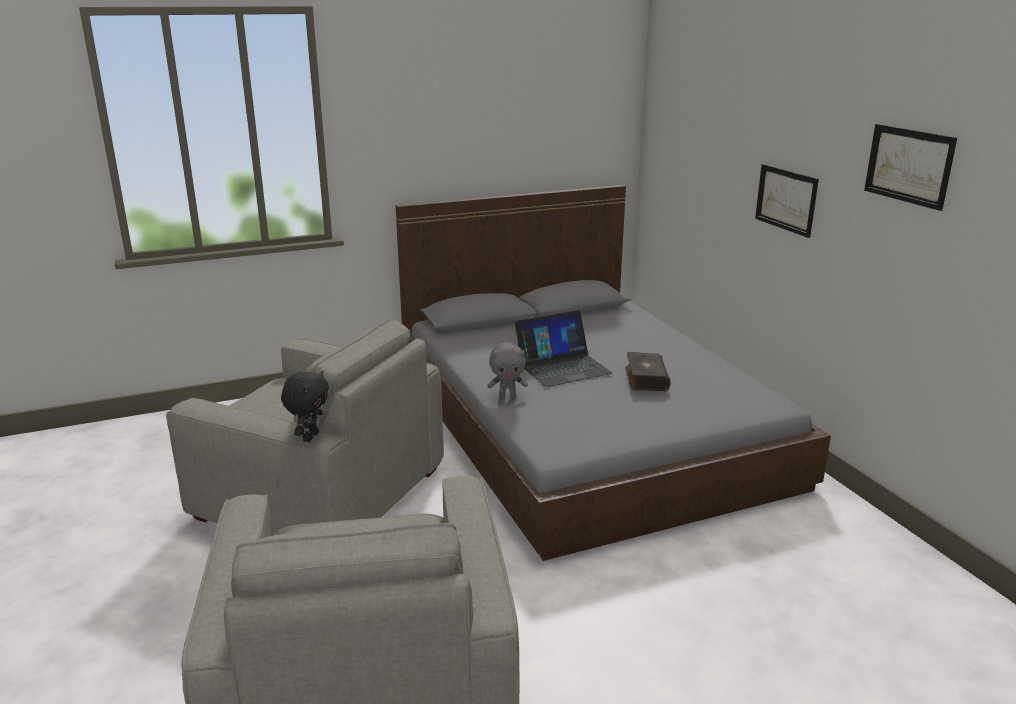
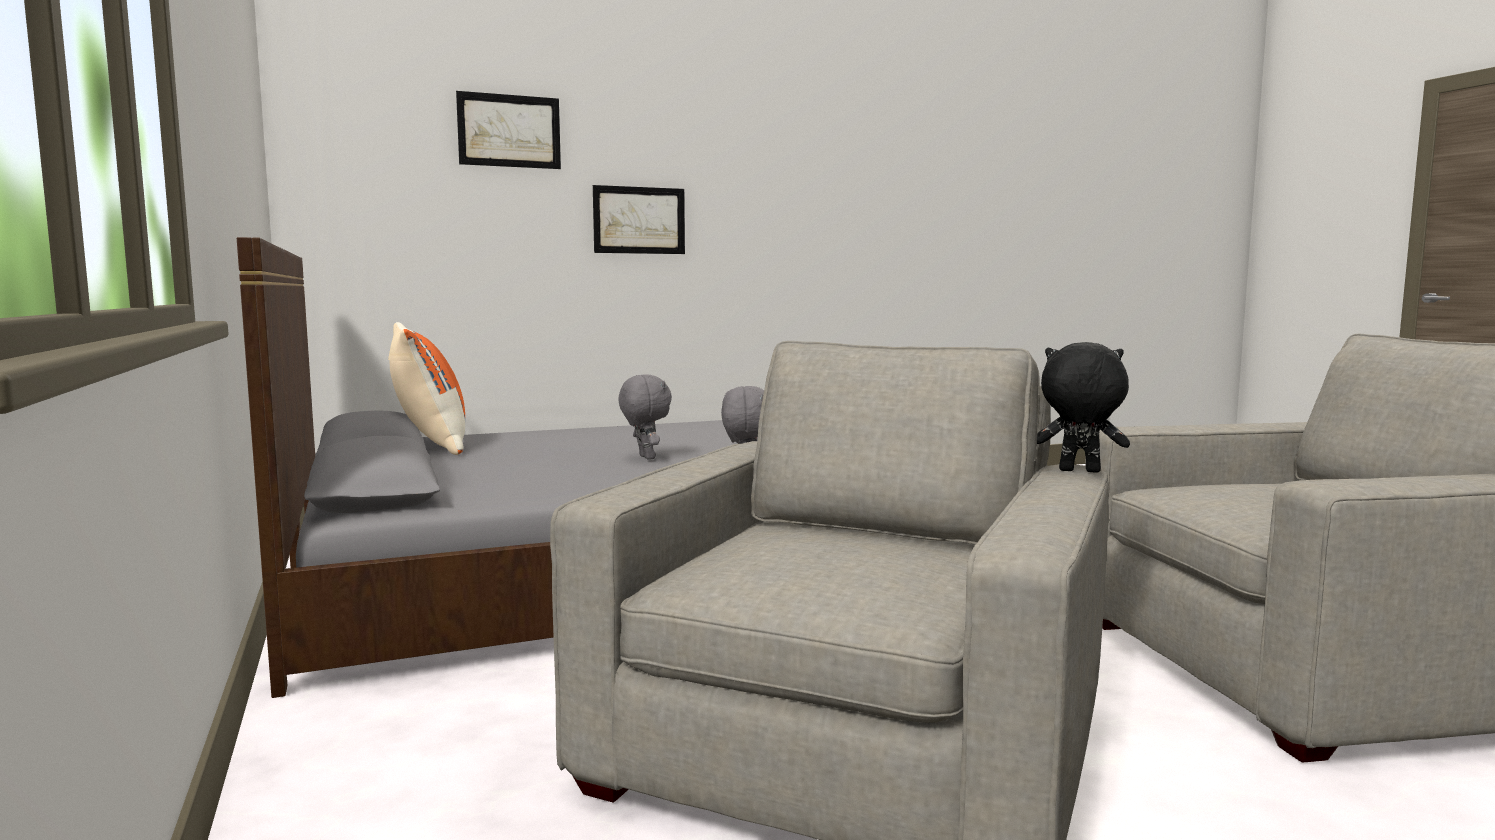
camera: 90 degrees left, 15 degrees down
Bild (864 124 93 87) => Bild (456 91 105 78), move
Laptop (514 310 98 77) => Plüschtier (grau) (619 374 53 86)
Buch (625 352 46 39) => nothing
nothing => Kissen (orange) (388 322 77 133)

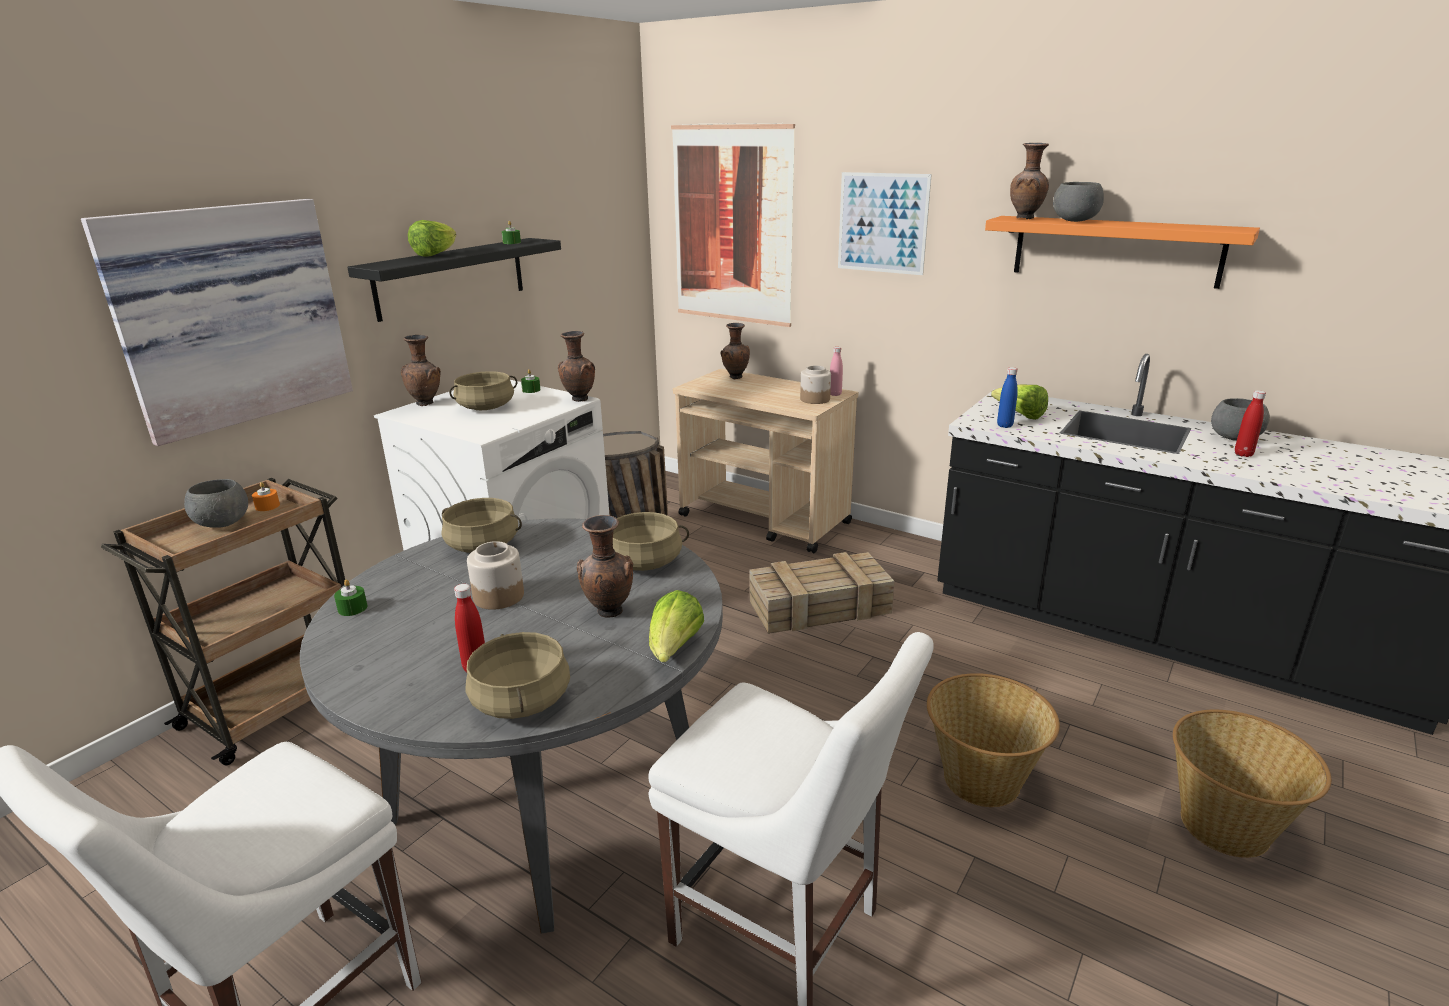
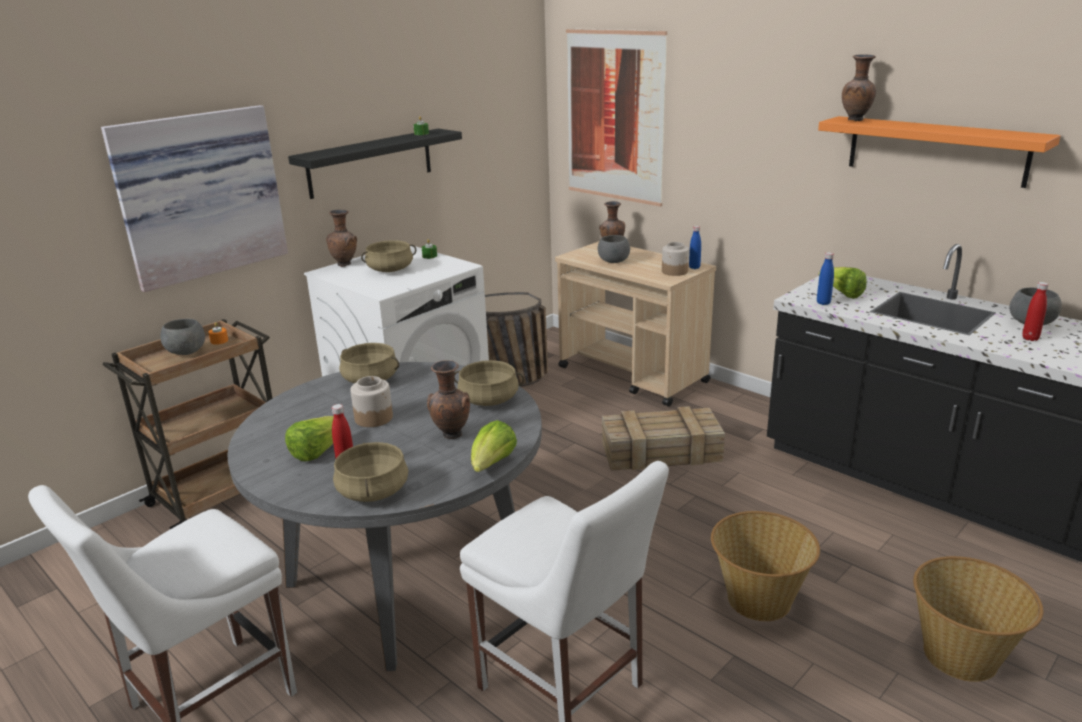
camera: 10 degrees right, 0 degrees up
Bild (838 172 94 103) => nothing
Schüssel (grau) (1053 182 51 40) => Schüssel (grau) (598 235 32 28), move
Salatkopf (408 220 48 36) => Salatkopf (285 416 49 46), move
Vase (braun) (558 331 37 71) => nothing
Flasche (rosa) (830 347 13 49) => Flasche (blau) (689 226 12 43)
Kerze (grün) (334 579 34 37) => nothing

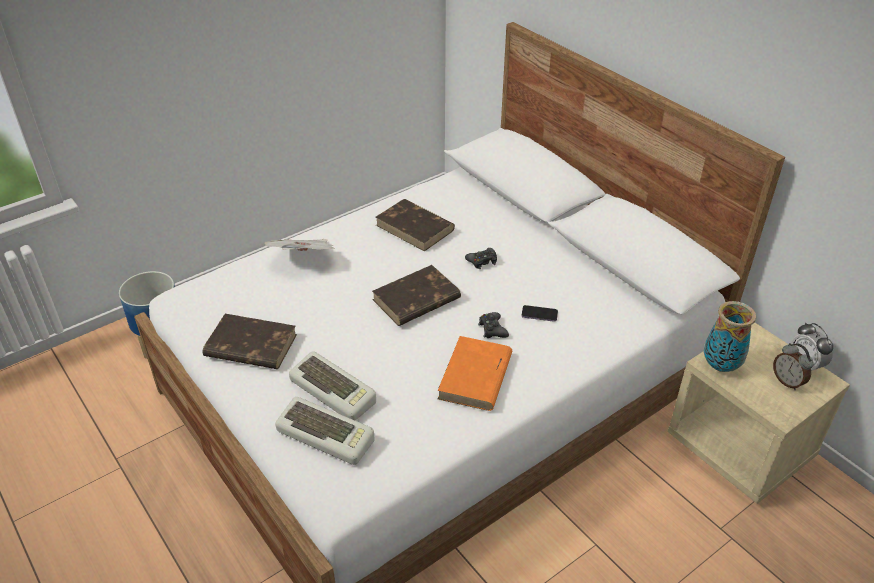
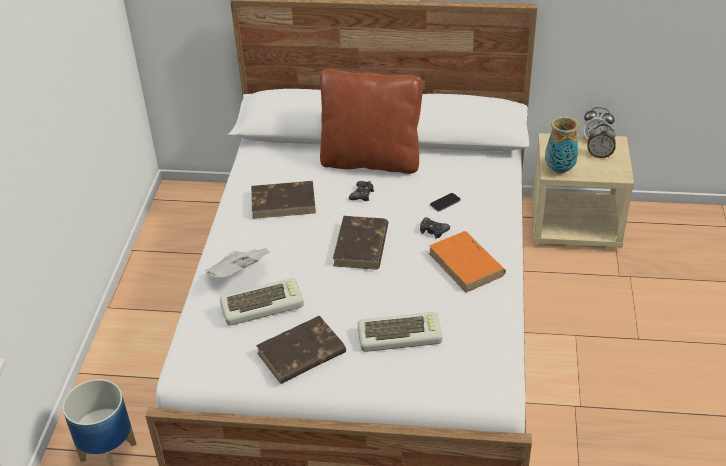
camera: 45 degrees left, 0 degrees up
Tastatur (275 397 100 68) => Tastatur (220 278 84 48), move
nothing => Kissen (braun) (320 69 102 105)

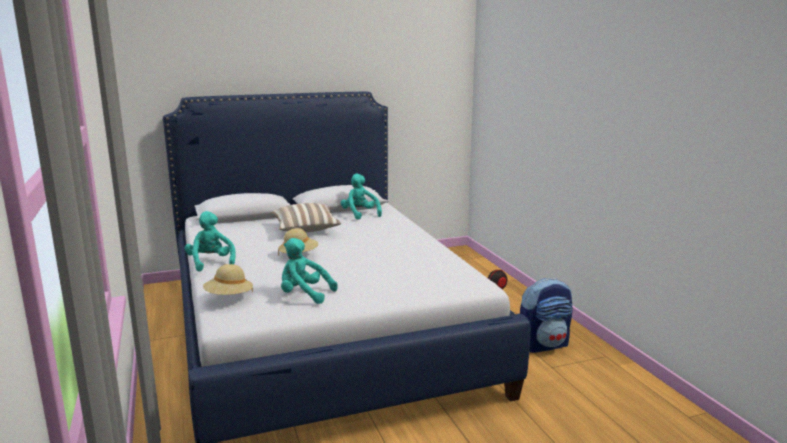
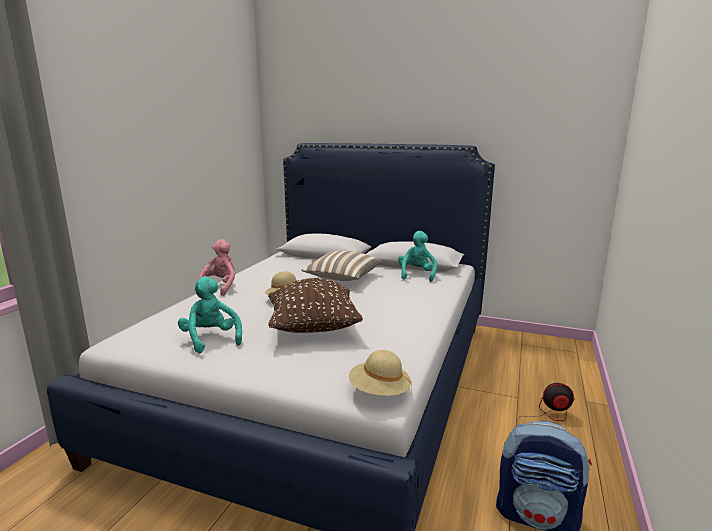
camera: 40 degrees right, 0 degrees up
Plüschtier (türkis) (185 211 51 61) => Plüschtier (rosa) (195 239 40 57)
Hut (beige) (203 264 50 31) => Hut (beige) (349 350 62 46), move
nothing => Kissen (braun) (268 278 95 55)

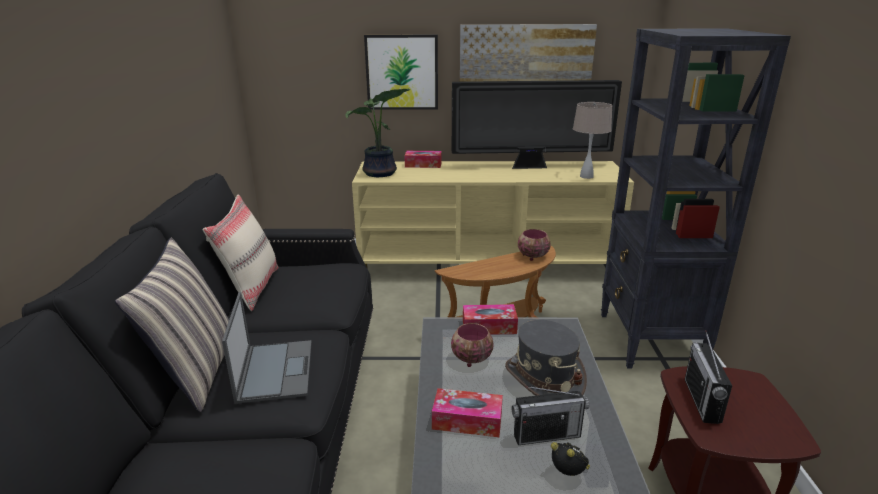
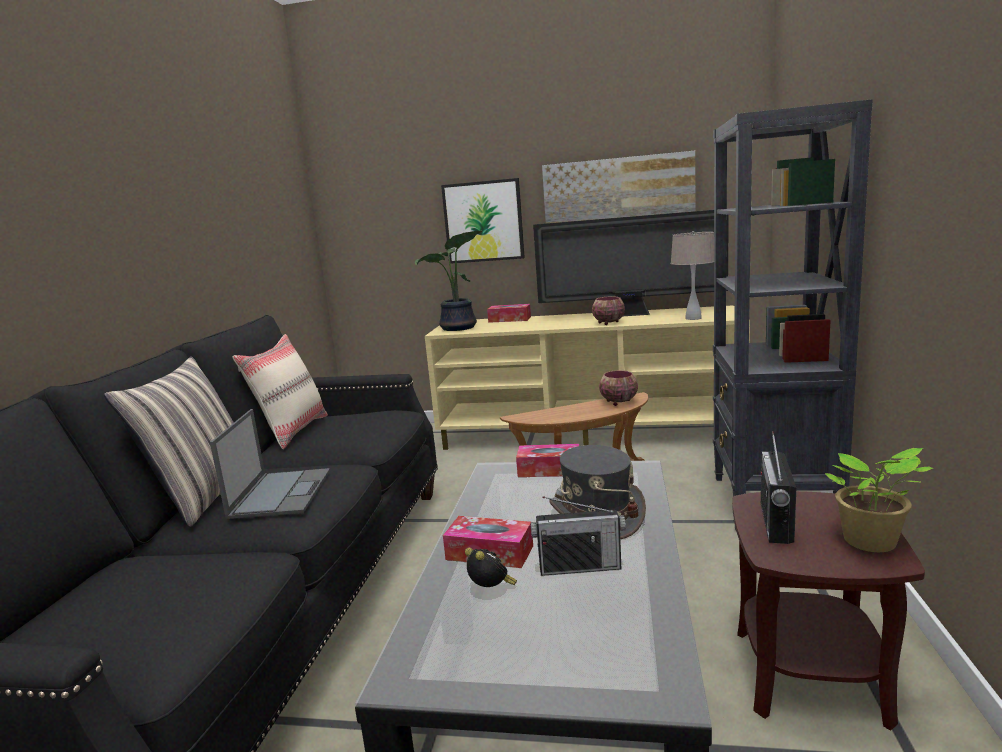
camera: 10 degrees right, 10 degrees down
Schüssel (451 323 42 44) => Schüssel (592 296 33 29), move
Wecker (551 442 39 34) => Wecker (465 548 52 39), move
nothing => Topfpflanze (825 448 107 104)

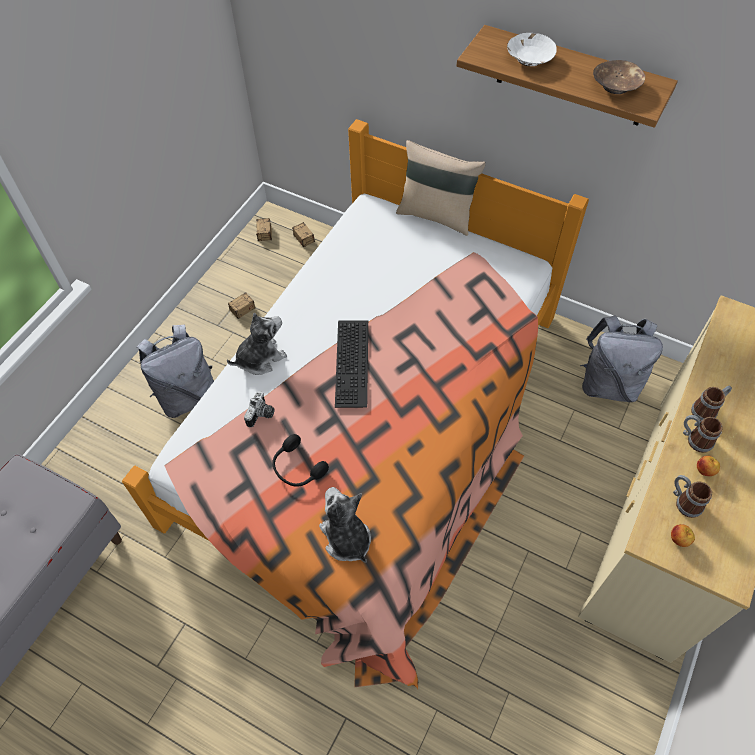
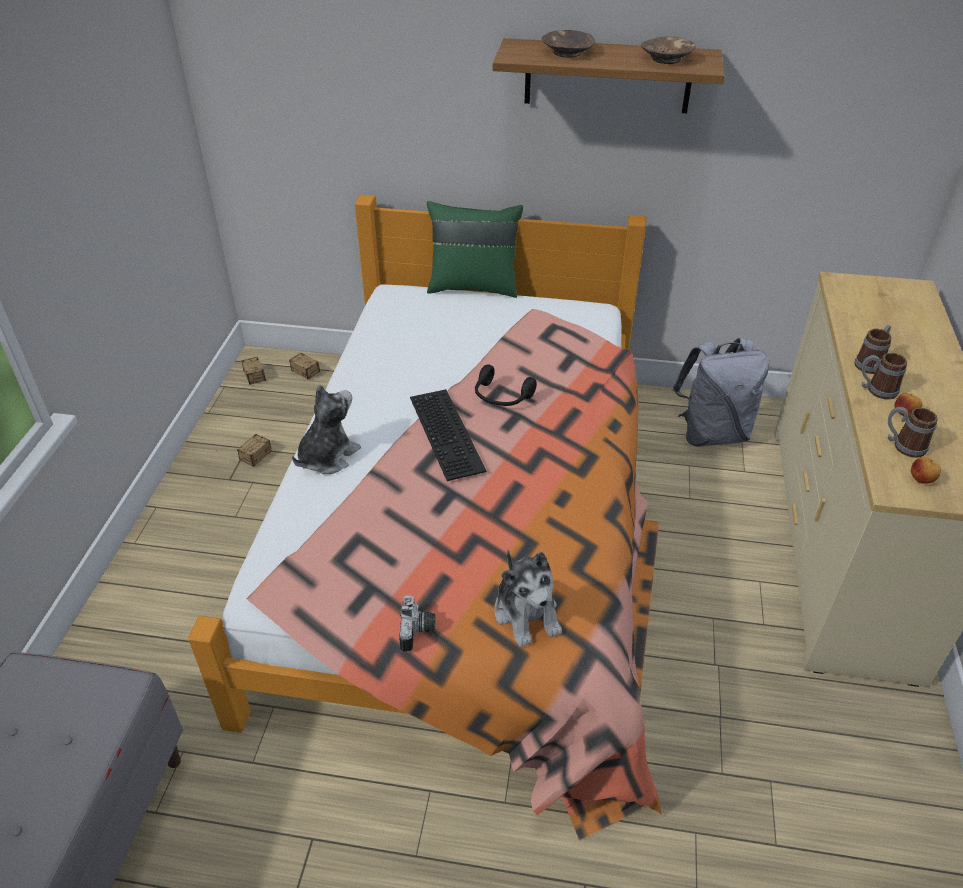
camera: 20 degrees left, 15 degrees down
Schüssel (weiß) (507 33 50 33) => Schüssel (braun) (542 30 53 28)
Kissen (beige) (396 140 90 96) => Kissen (grün) (427 201 96 97)
Rucksack (grau) (137 325 77 93) => nothing
Kamera (244 391 31 37) => Kamera (399 595 36 57), move
Kopfhörer (schwarz) (272 434 57 53) => Kopfhörer (schwarz) (475 364 62 42), move
Plüschtier (319 487 52 76) => Plüschtier (494 550 68 97), 150 degrees counterclockwise

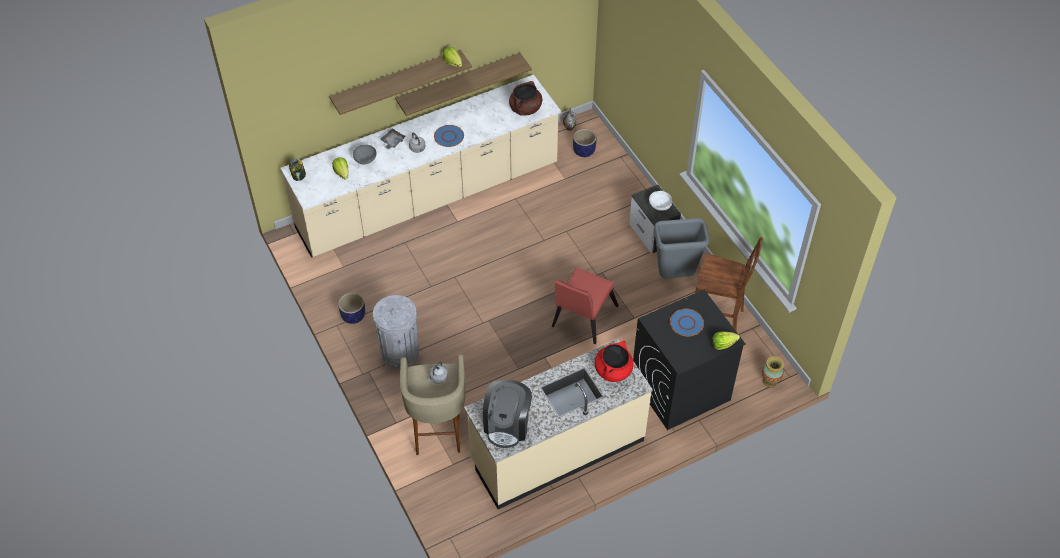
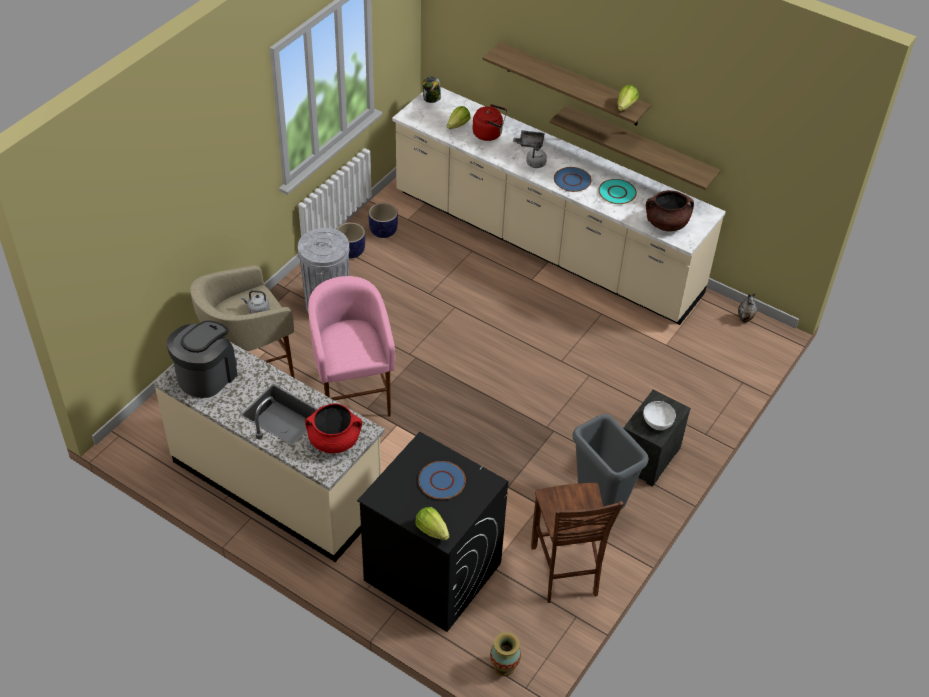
camera: 60 degrees right, 5 degrees down
Pflanzkübel (573 129 23 28) => Pflanzkübel (368 203 30 35), move
Schüssel (grau) (353 144 23 20) => Wasserkessel (rot) (472 104 35 37)
Stuhl (rot) (552 268 67 76) => nothing
Kaffeemaschine (483 379 49 69) => Kaffeemaschine (167 321 71 77), 135 degrees clockwise
nothing => Teller (türkis) (598 179 39 25)
nothing => Hocker (rosa) (308 276 87 141)

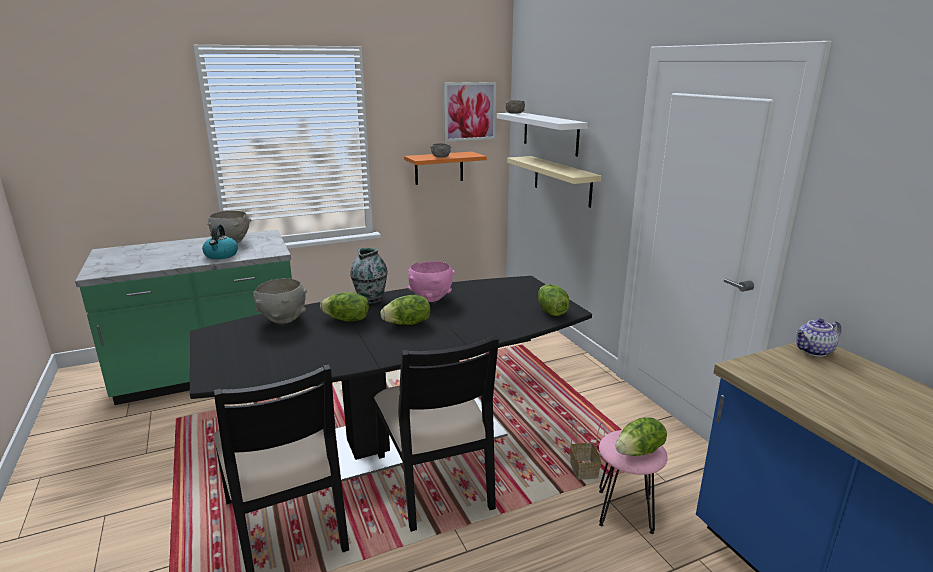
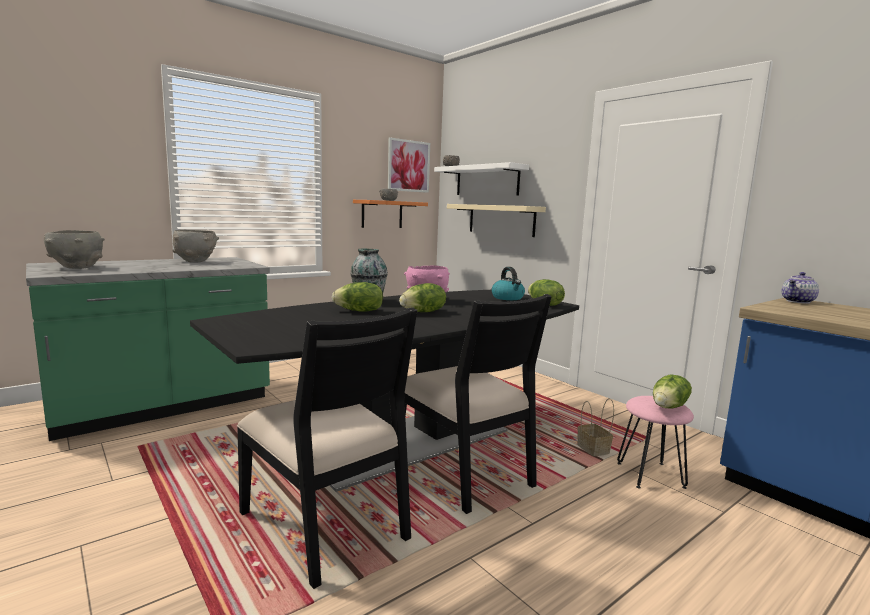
camera: 15 degrees left, 10 degrees down
Wasserkessel (202 224 36 35) => Wasserkessel (492 267 33 33), move
Schüssel (grau) (253 278 54 46) => Schüssel (grau) (44 230 61 39), move

